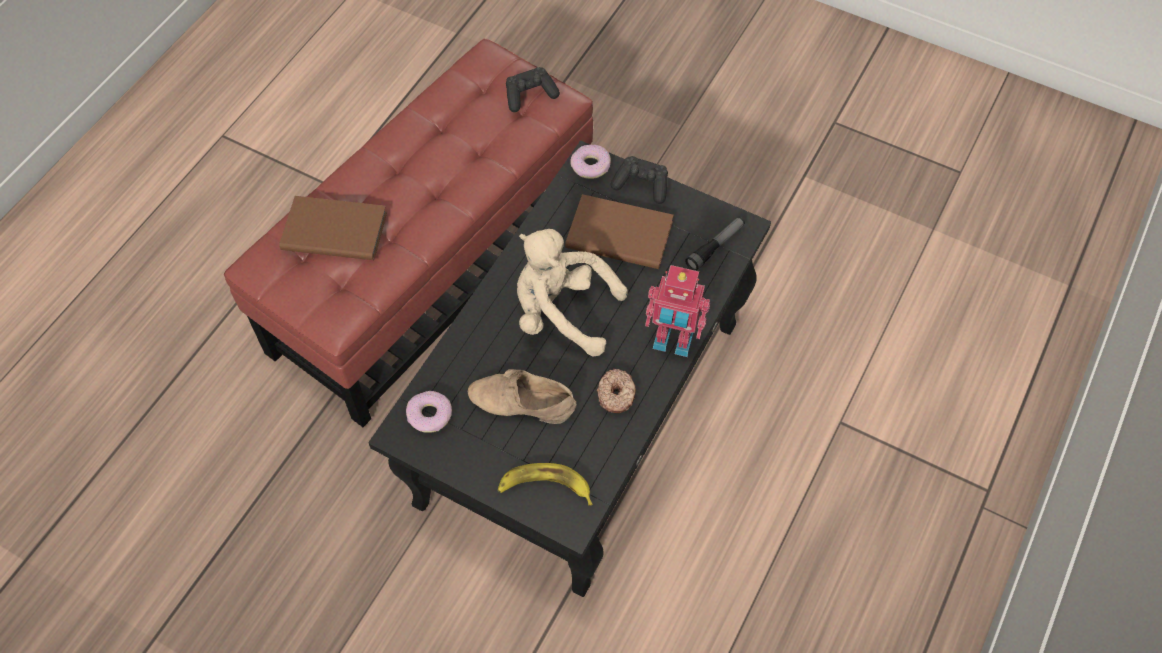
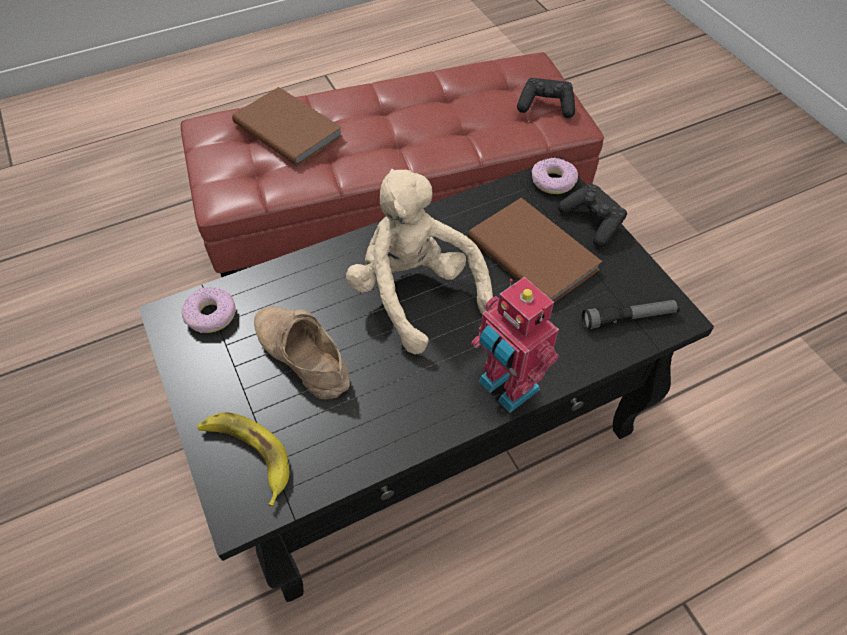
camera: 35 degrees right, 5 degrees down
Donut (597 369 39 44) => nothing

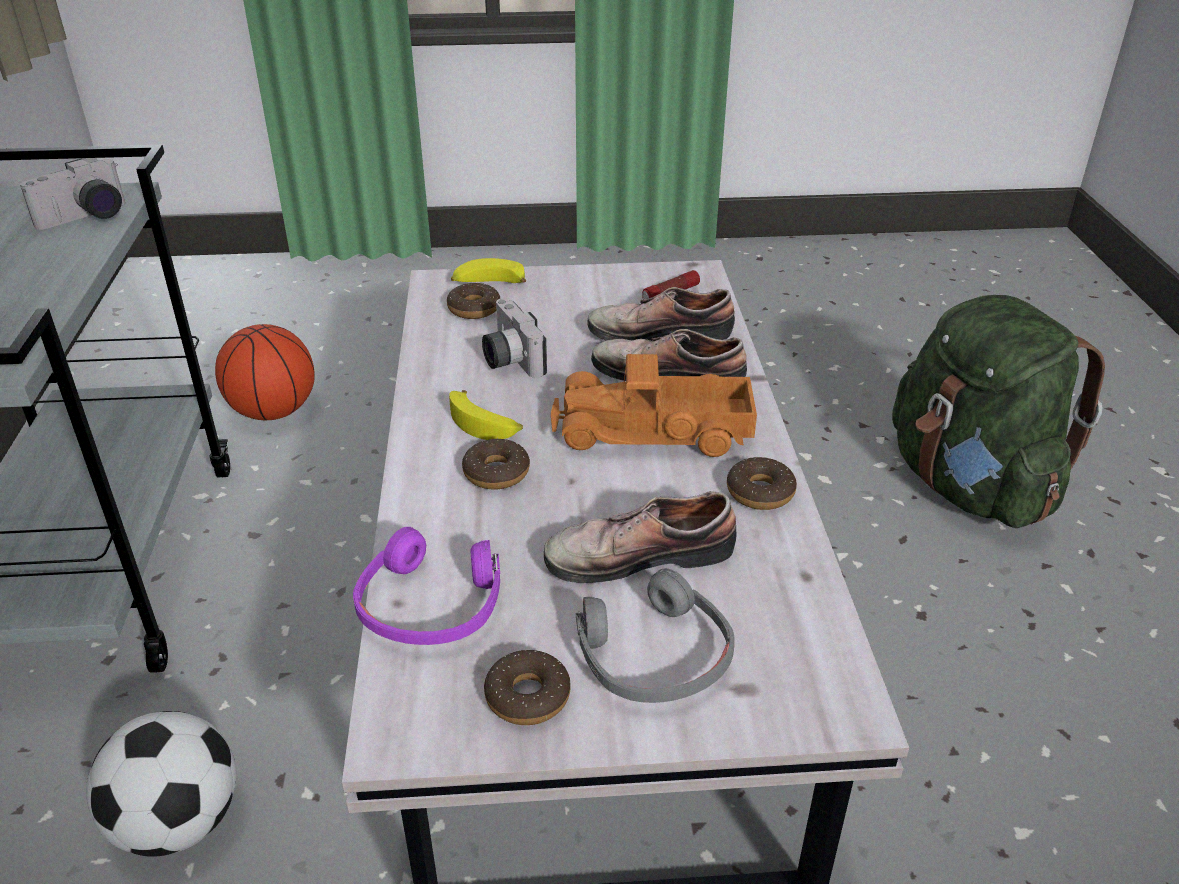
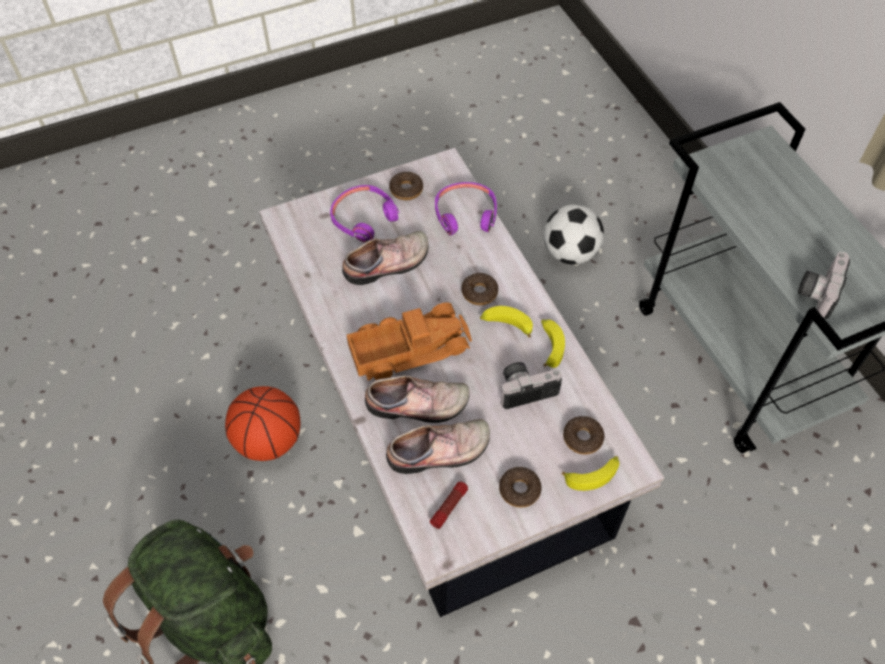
camera: 160 degrees right, 20 degrees up
Kamera (482 298 65 80) => Kamera (500 362 62 47), 60 degrees counterclockwise
Basketball (215 324 100 96) => Basketball (225 386 75 75), move
Donut (727 457 70 53) => Donut (499 467 43 41), move
Kopfhörer (grau) (576 568 158 135) => Kopfhörer (lila) (330 185 69 58)
nothing => Banane (541 320 24 48)

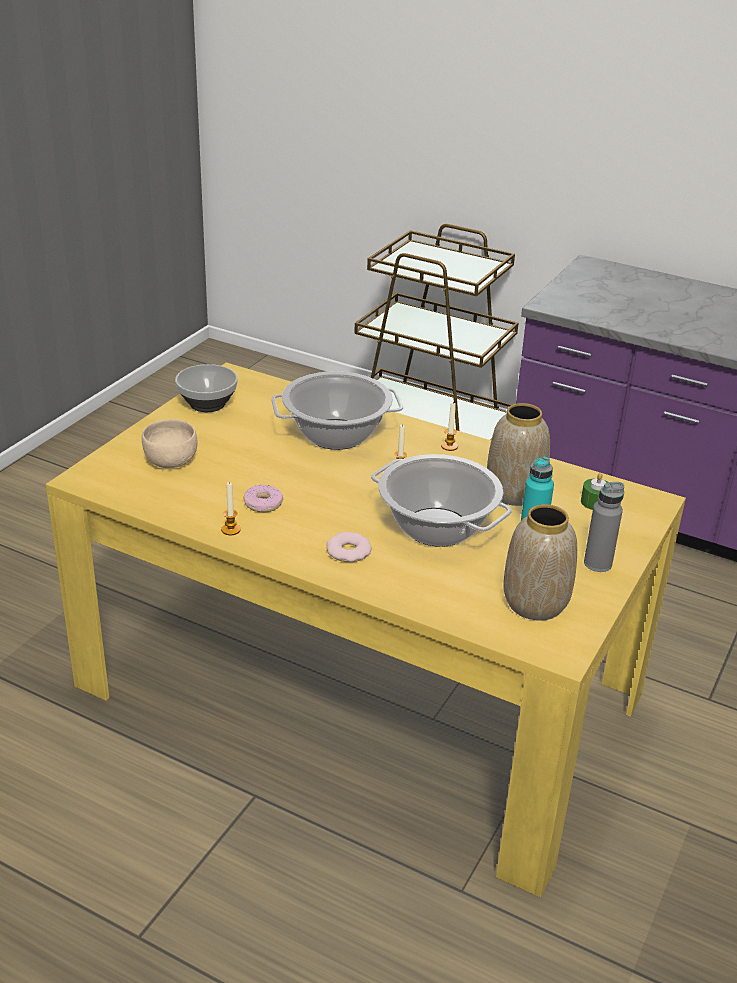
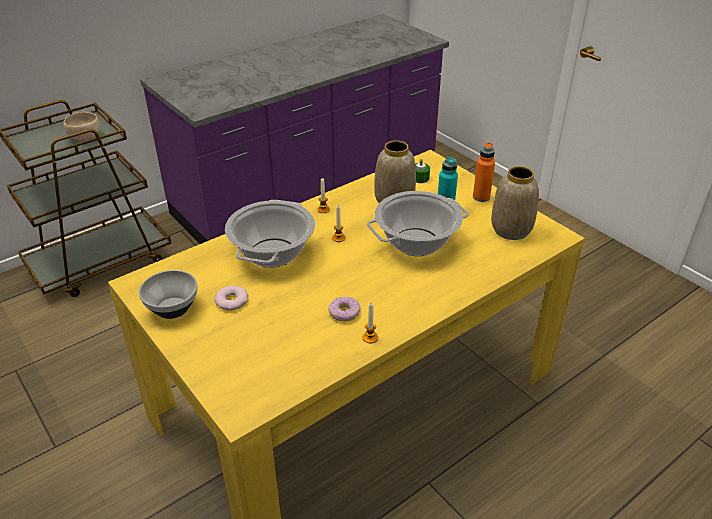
camera: 65 degrees left, 5 degrees up
Schüssel (beige) (142 419 56 49) => Schüssel (beige) (63 112 37 29), move
Flasche (grau) (584 482 40 90) => Flasche (orange) (473 143 22 59)
Donut (327 532 45 30) => Donut (214 286 34 24), move

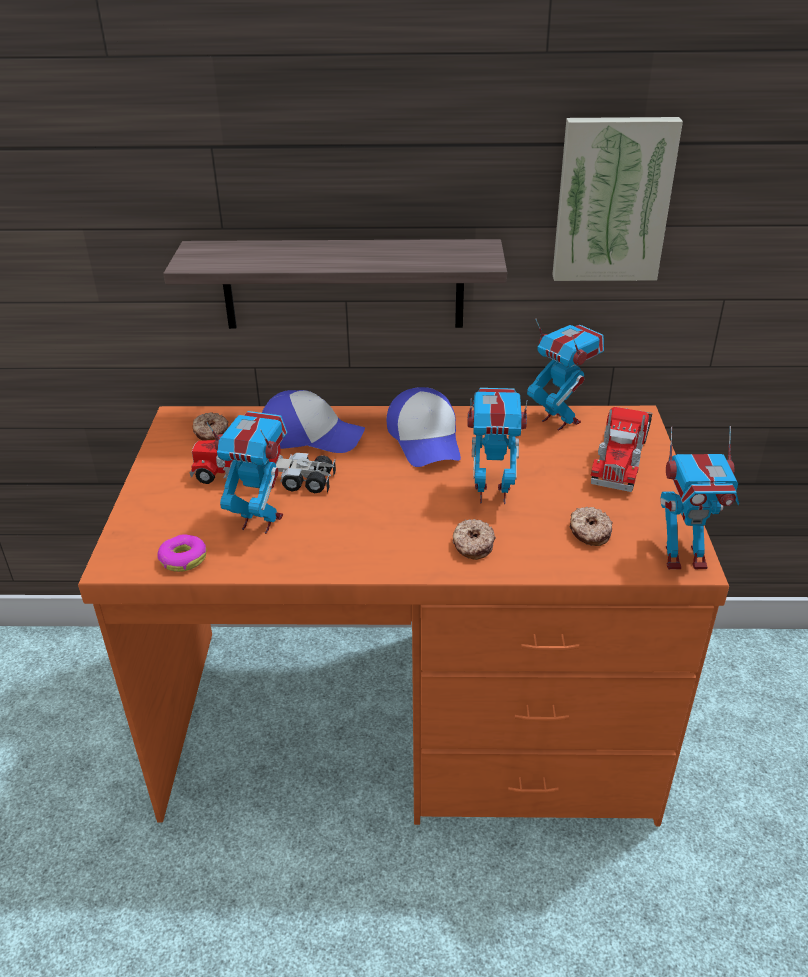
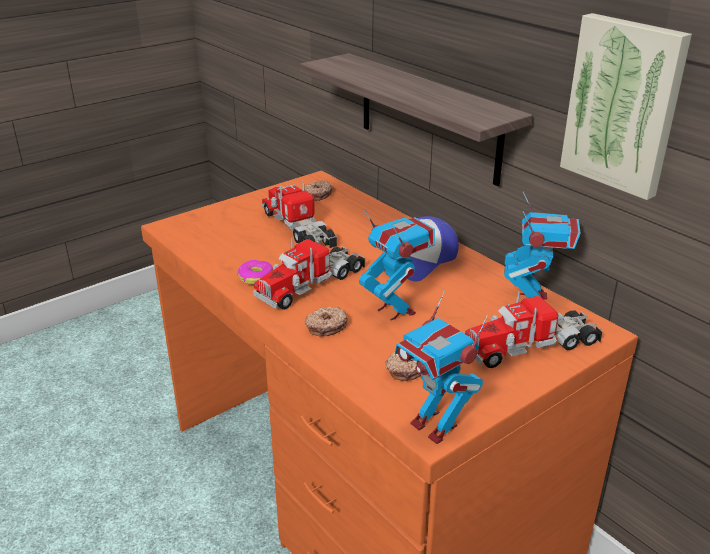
camera: 50 degrees right, 5 degrees down
Kappe (262 390 103 63) => nothing
Spielzeugroboter (207 411 80 123) => nothing
Donut (157 534 49 38) => Donut (237 260 36 25), move
nothing => Spielzeuglaster (253 238 112 72)

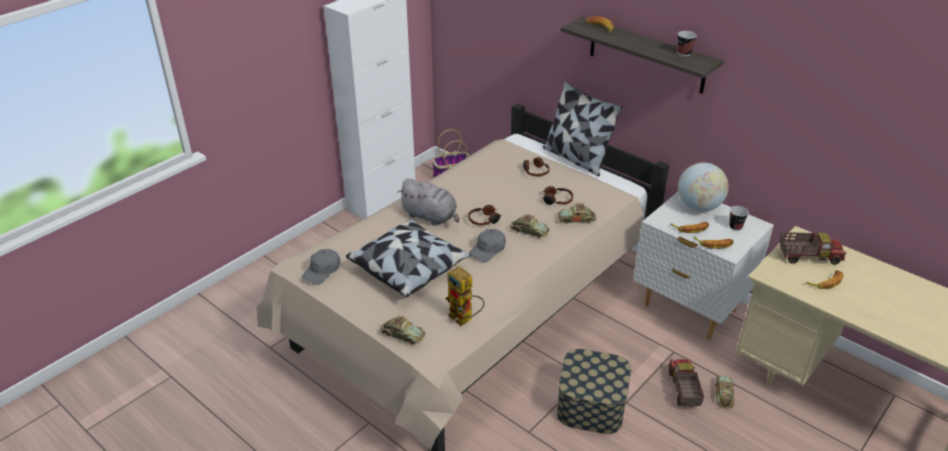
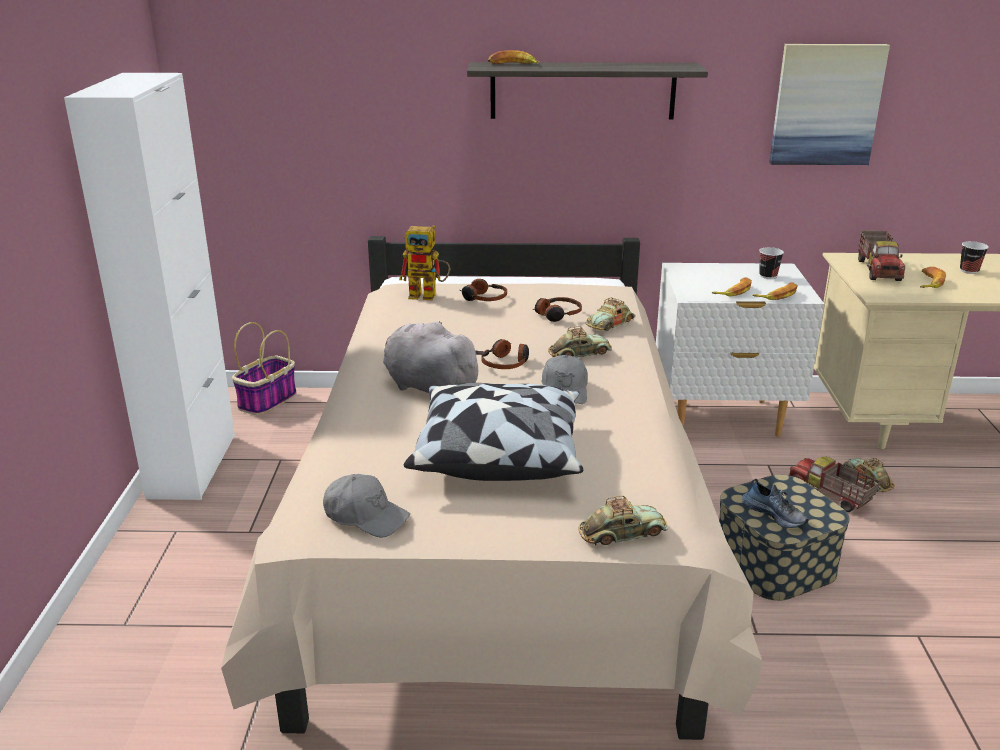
camera: 40 degrees left, 10 degrees down
Tasse (677 31 20 25) => Tasse (960 241 29 33), move
Kissen (543 81 80 95) => nothing
Globus (678 162 51 50) => nothing
Plüschtier (grau) (397 178 62 48) => Plüschtier (grau) (383 321 102 72), 135 degrees counterclockwise
Spielzeuglaster (780 232 66 33) => Spielzeuglaster (858 230 47 51), 135 degrees clockwise
Kappe (grau) (302 249 38 35) => Kappe (grau) (323 474 87 64), 60 degrees counterclockwise
Spielzeugroboter (445 266 40 60) => Spielzeugroboter (399 225 51 76), move
nothing => Bild (769 44 121 121)
nothing => Schuh (742 479 67 49)

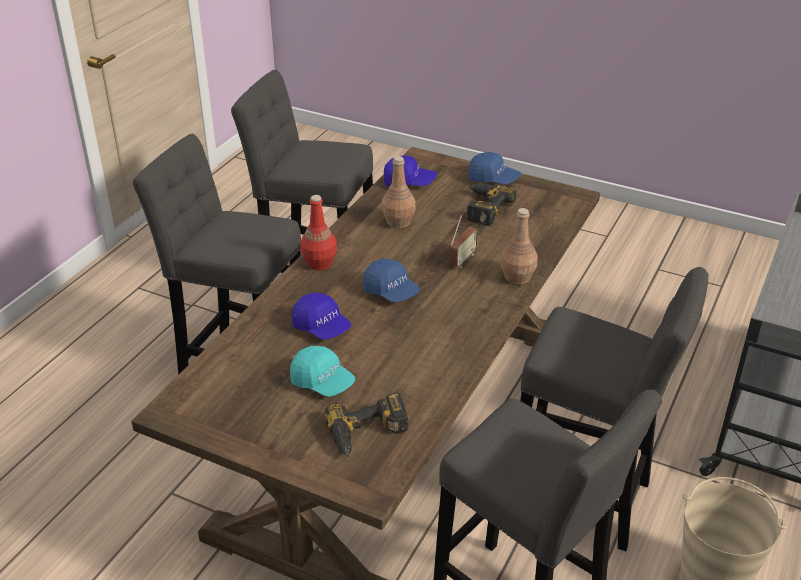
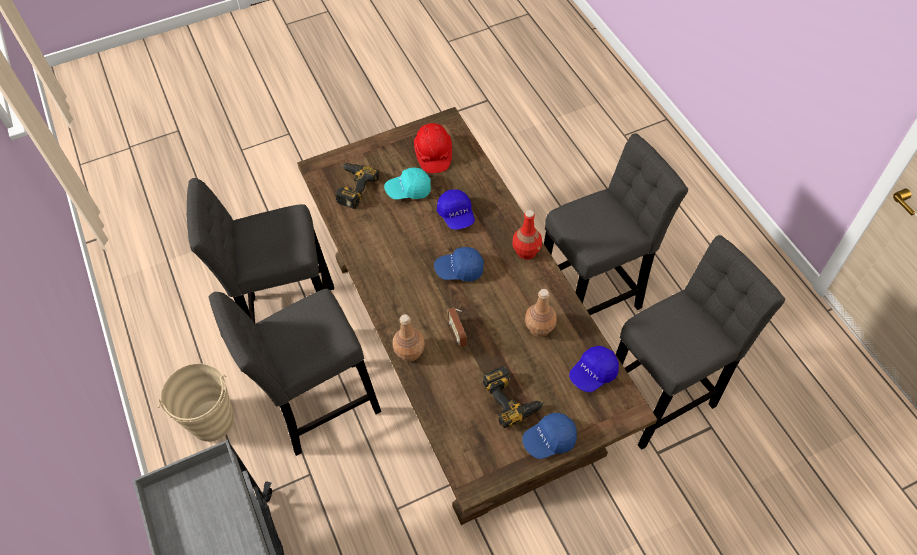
camera: 130 degrees right, 20 degrees up
Kappe (blau) (292 293 59 47) => Kappe (blau) (437 189 38 41), 105 degrees counterclockwise
nothing => Schutzhelm (rot) (414 123 38 50)

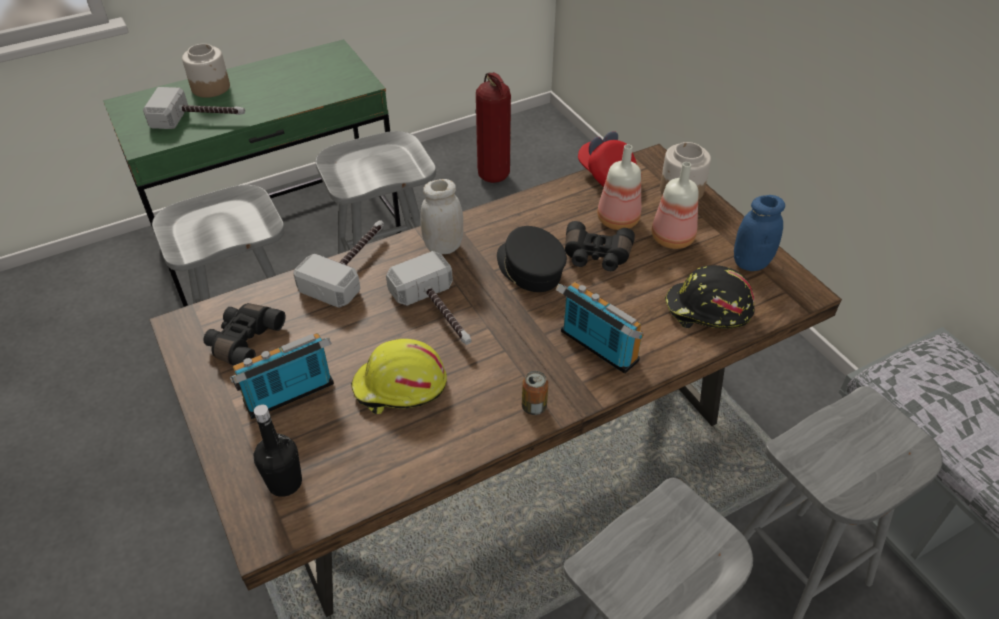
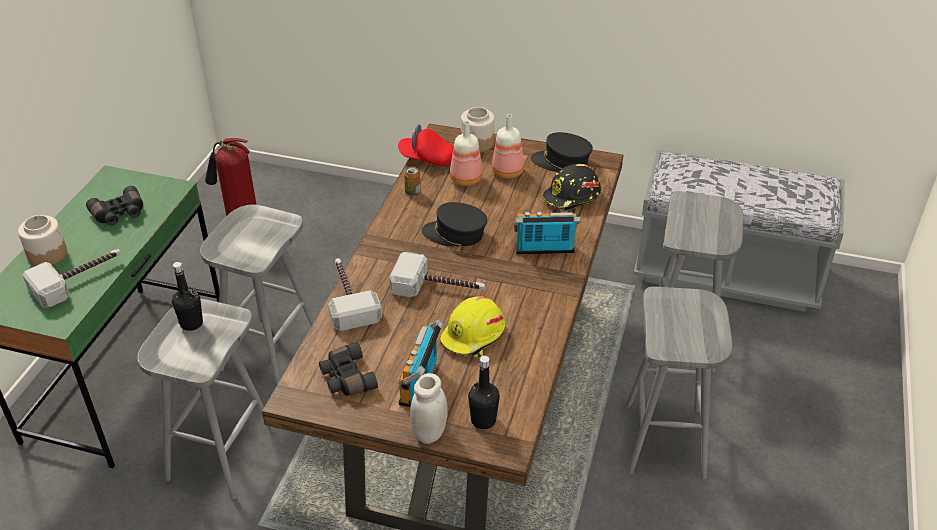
camera: 45 degrees left, 5 degrees down
Vorratsglas (weiß) (421 179 42 75) => Vorratsglas (weiß) (410 373 38 71), move
Vorratsglas (blau) (734 195 51 76) => Kappe (schwarz) (531 132 62 40)
Fernglas (schwarz) (565 221 70 50) => Fernglas (schwarz) (86 186 57 40), move
Dose (522 371 27 44) => Dose (404 166 17 30), move
nothing => Flasche (schwarz) (172 262 31 69)

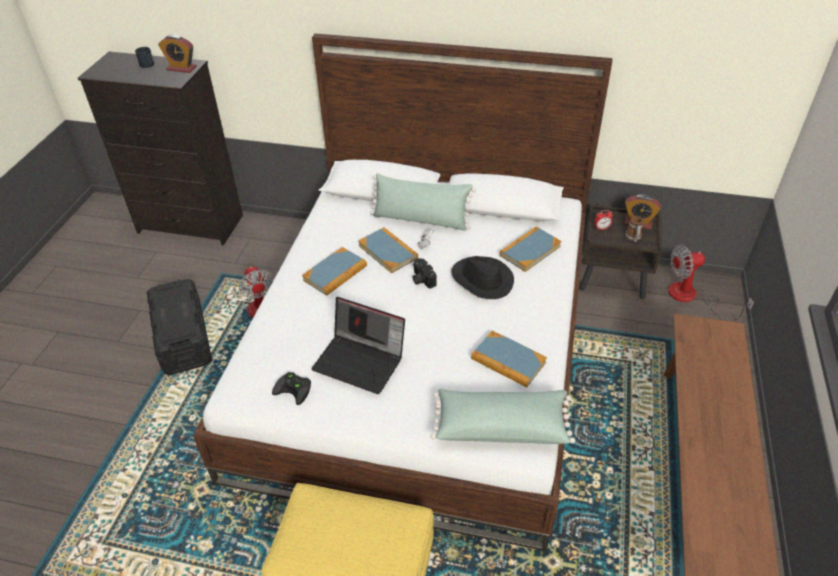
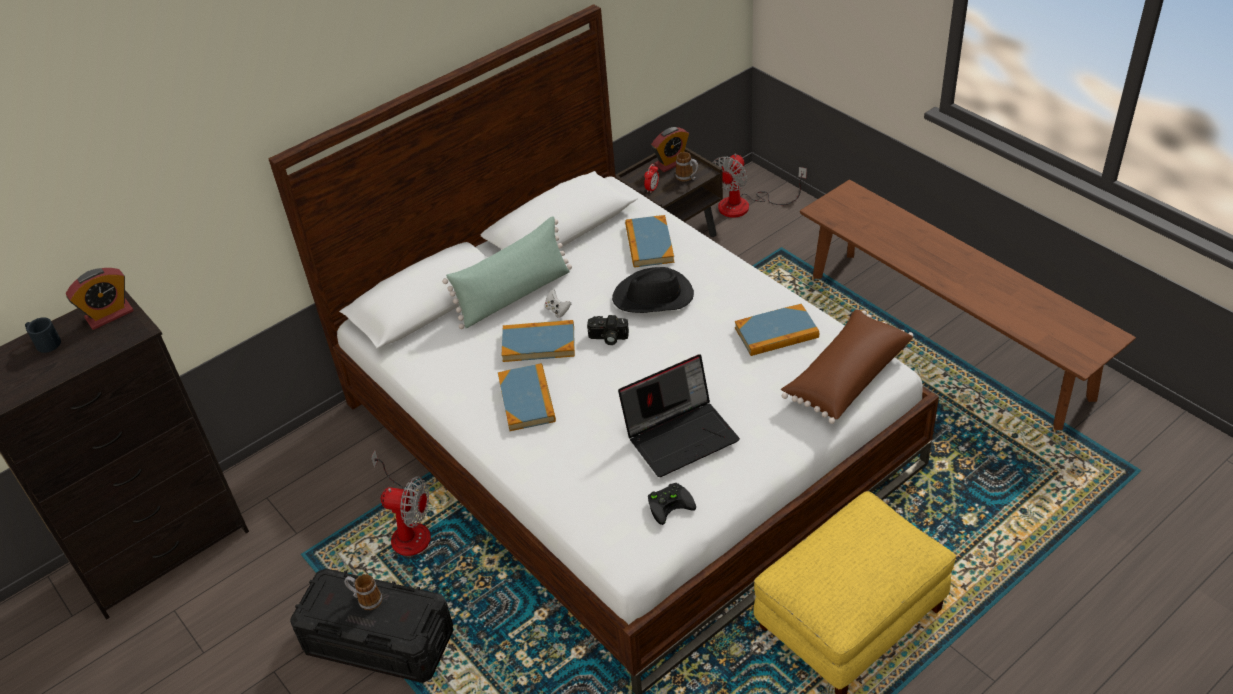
camera: 50 degrees left, 0 degrees up
Kissen (grün) (430 389 145 55) => Kissen (braun) (781 309 132 115)
nothing => Henkelbecher (344 574 38 36)

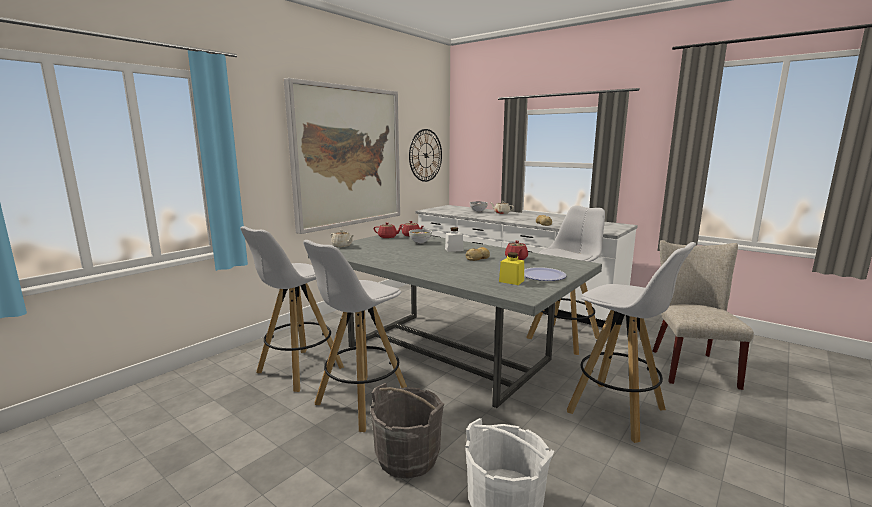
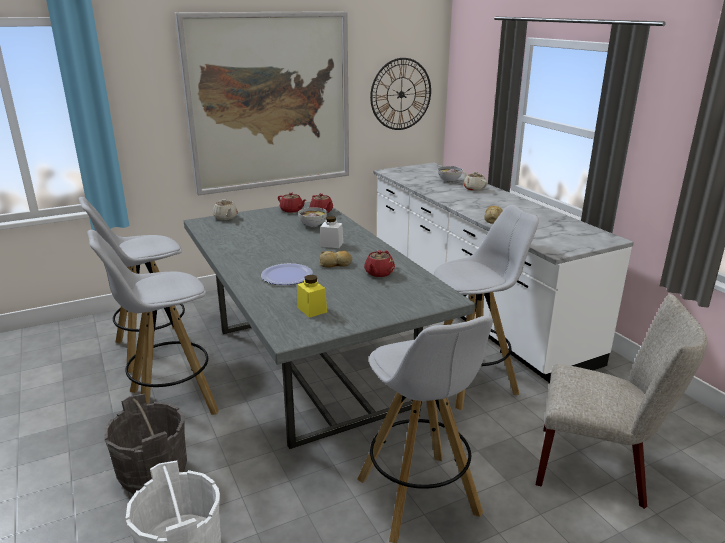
camera: 25 degrees right, 10 degrees up
Stuhl (beige) (653 240 101 150) => Stuhl (beige) (536 294 171 215), 75 degrees clockwise
Teller (524 267 42 14) => Teller (261 263 52 22), move

